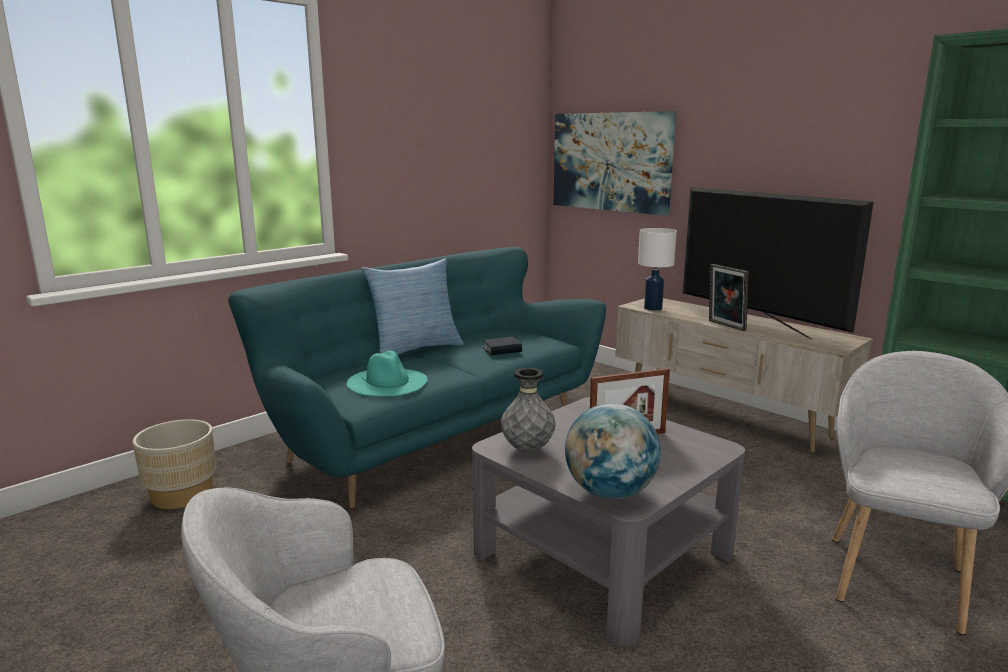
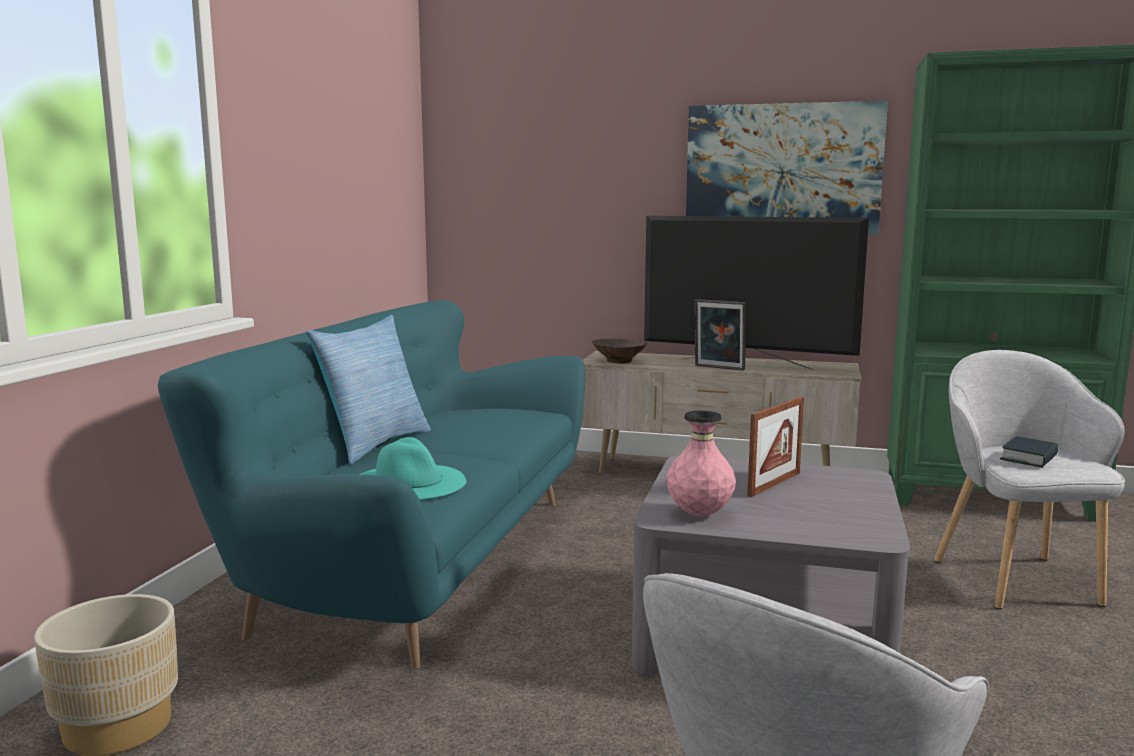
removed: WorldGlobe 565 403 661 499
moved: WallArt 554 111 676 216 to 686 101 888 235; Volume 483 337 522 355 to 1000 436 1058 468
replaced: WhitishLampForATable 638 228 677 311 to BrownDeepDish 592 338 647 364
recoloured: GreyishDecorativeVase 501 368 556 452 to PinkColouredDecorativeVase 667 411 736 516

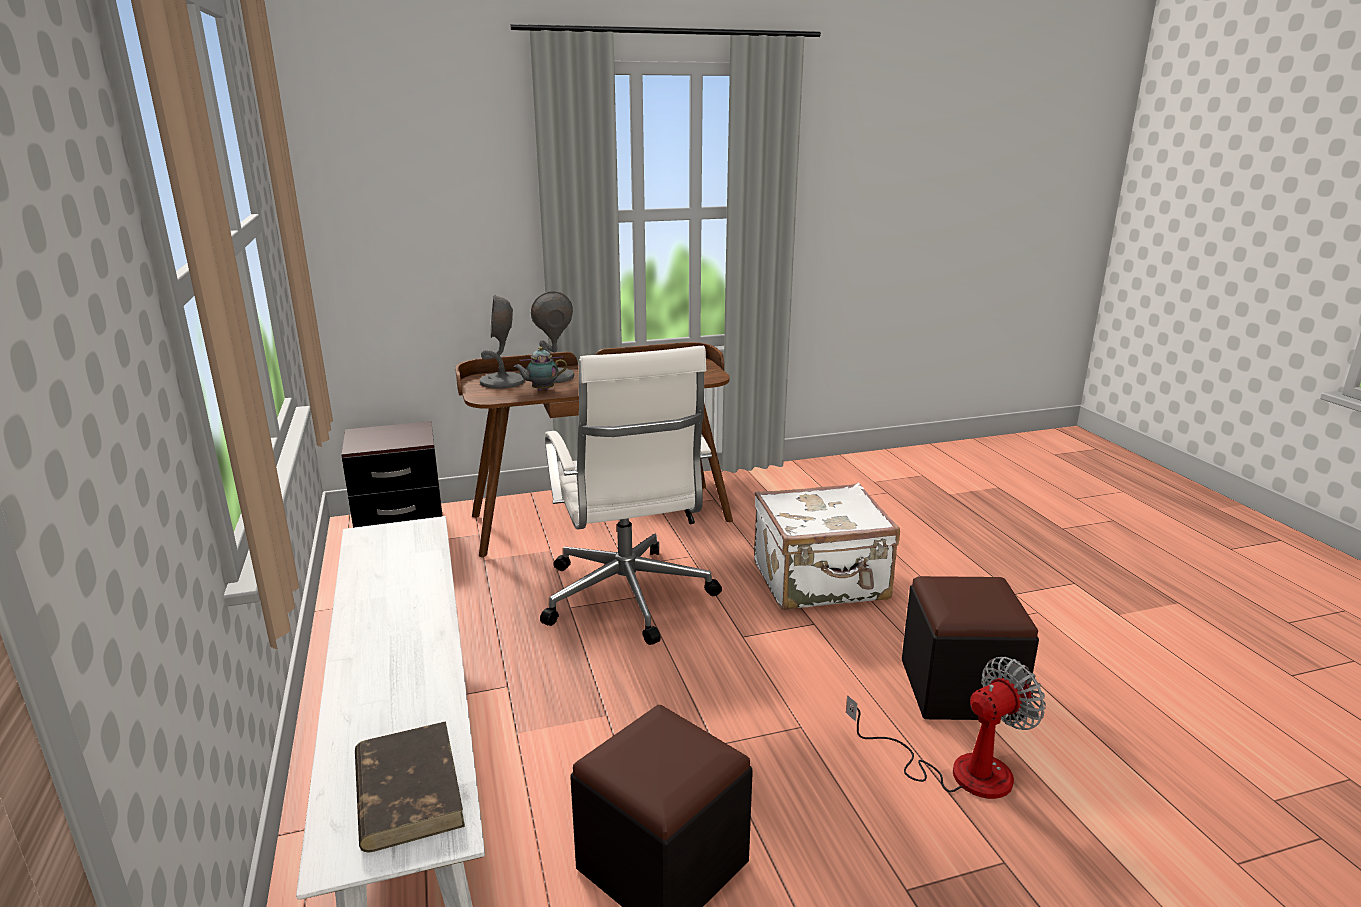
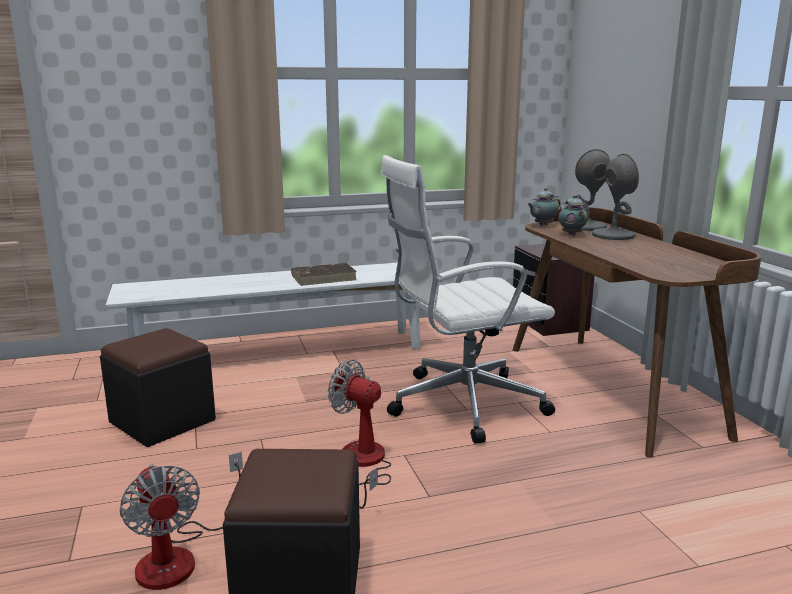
removed: WhitishPieceOfLuggage 754 483 900 610
added: ElectricFan 328 359 391 508; Teapot 527 188 560 226
moved: BrownVolume 355 721 465 853 to 291 263 357 286

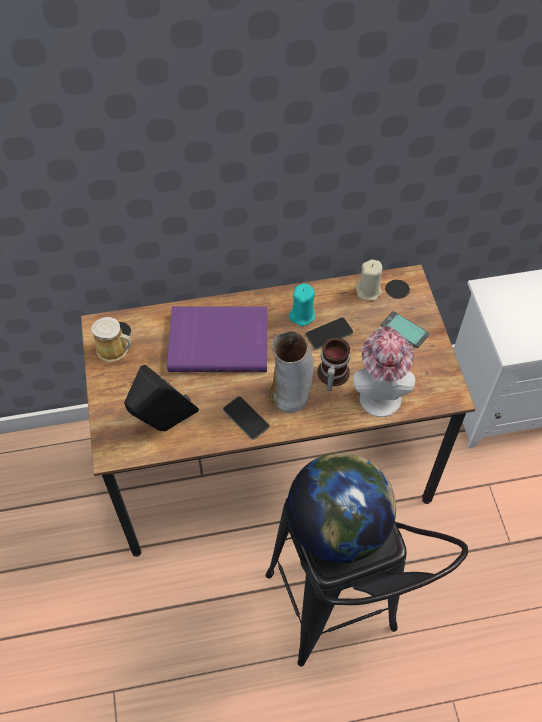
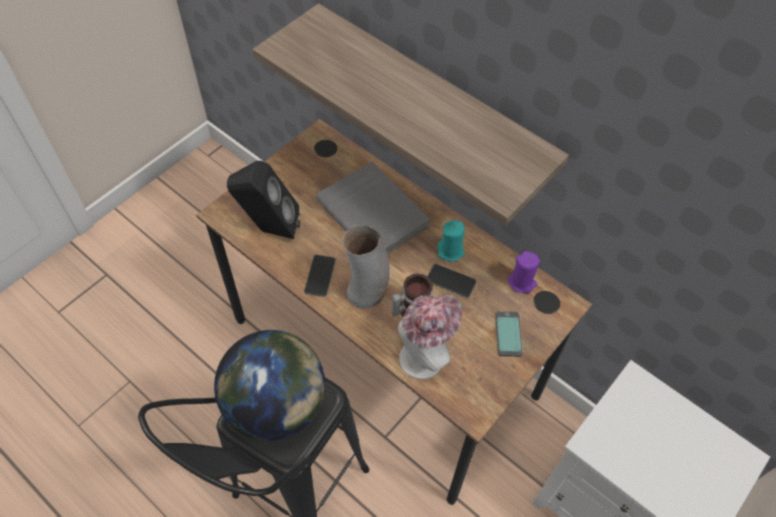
removed: Mug 91 317 131 362
added: WallShelf 253 3 569 226
recoloured: PurpleVolume 167 306 267 372 to GreyishVolume 316 161 431 253; SandColouredCandle 356 260 382 301 to PurpleCandle 507 251 540 294

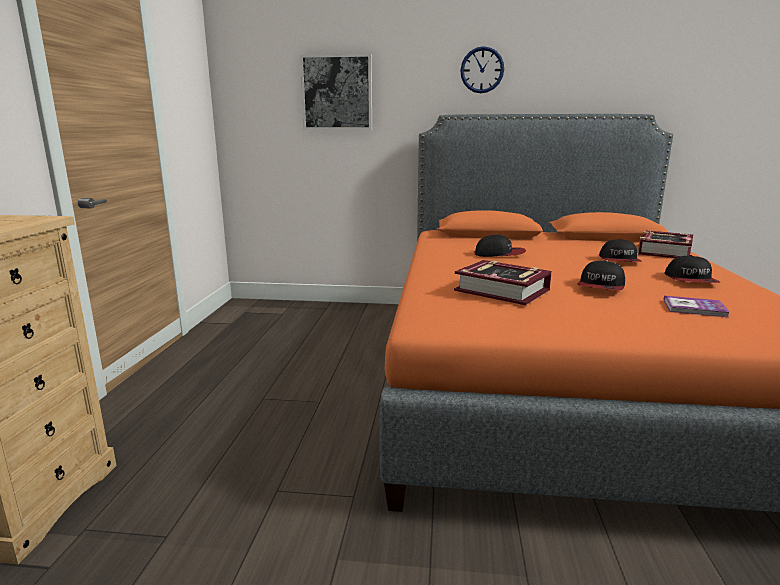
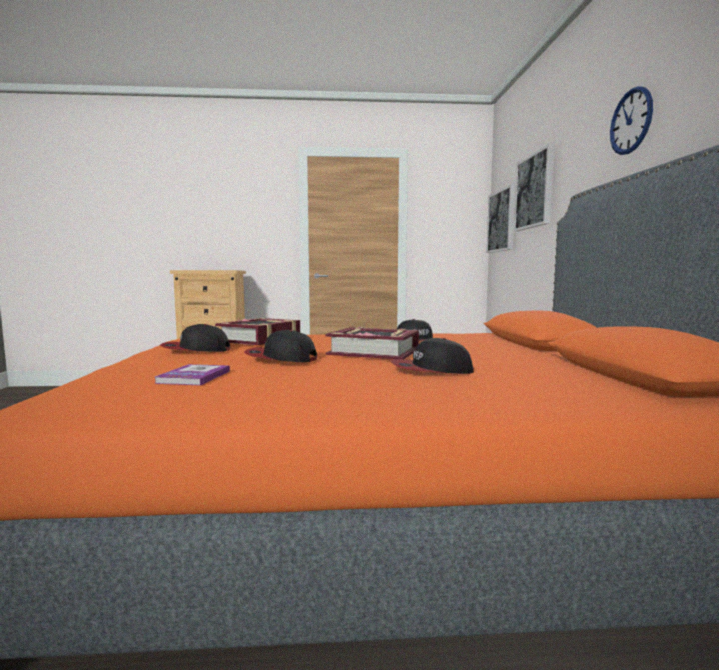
added: WallArt 487 184 515 253
moved: BaseballCap 665 255 721 283 to 160 324 230 352; Volume 638 231 693 258 to 326 327 419 359

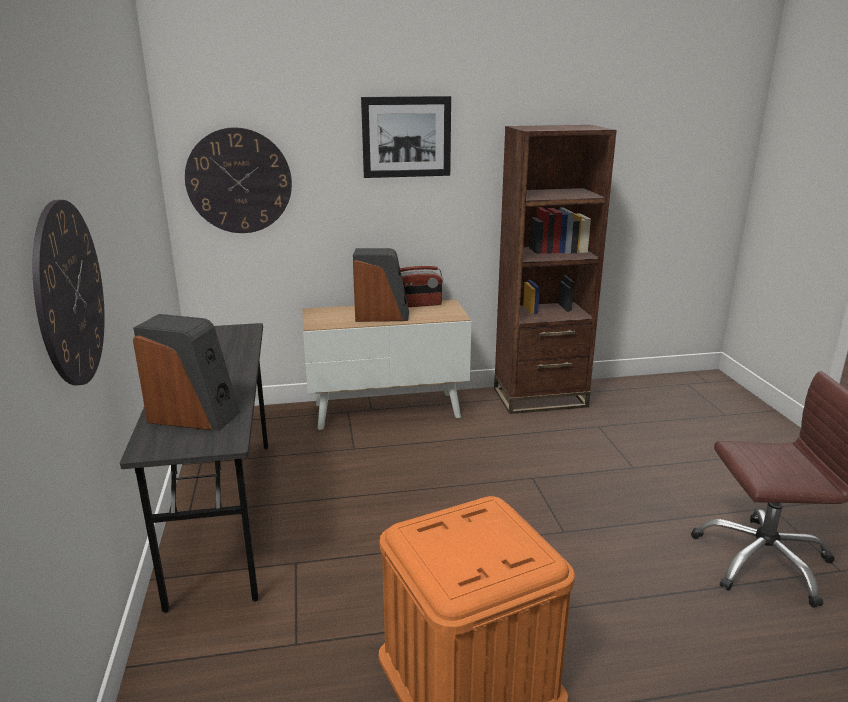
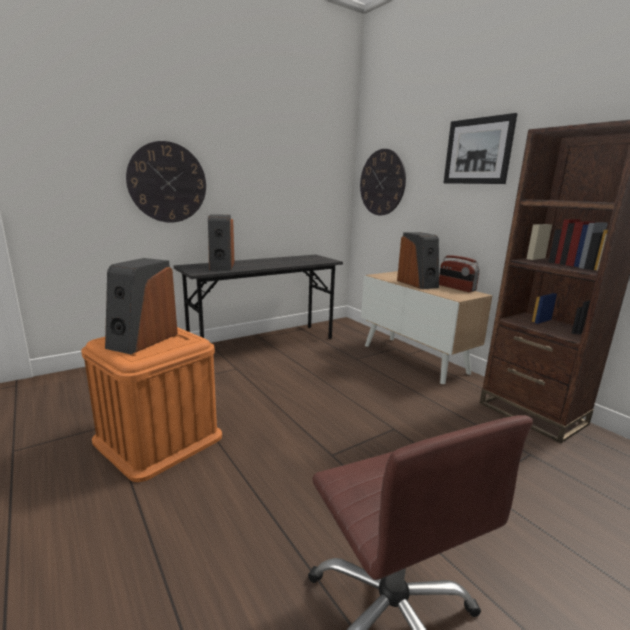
added: AudioSpeaker 105 258 178 354

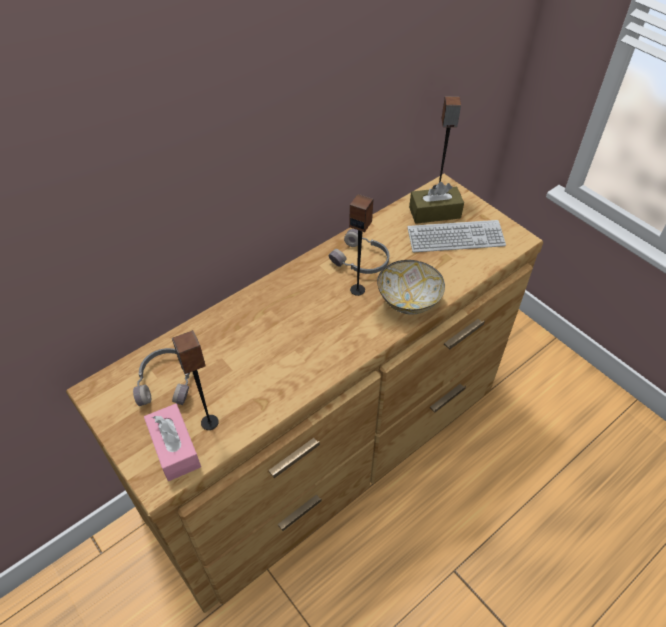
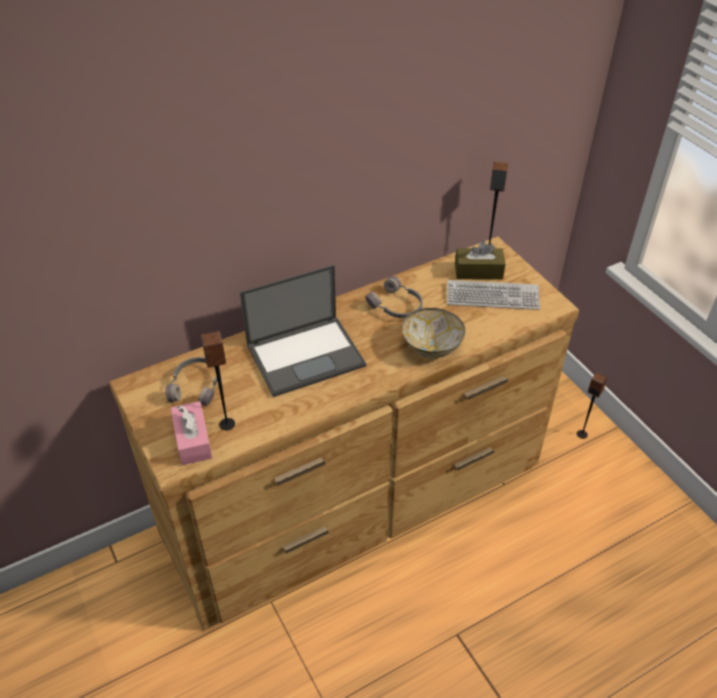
added: NotebookComputer 240 265 366 397
moved: AudioSpeaker 349 194 374 296 to 577 372 608 439

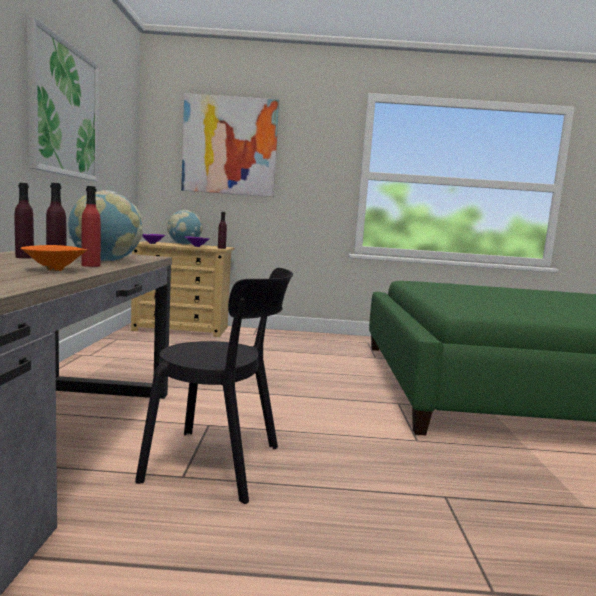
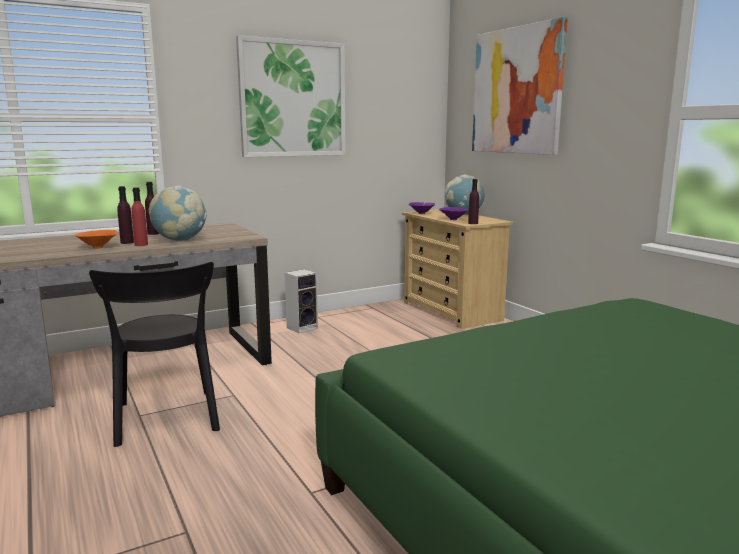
added: AudioSpeaker 285 269 318 333

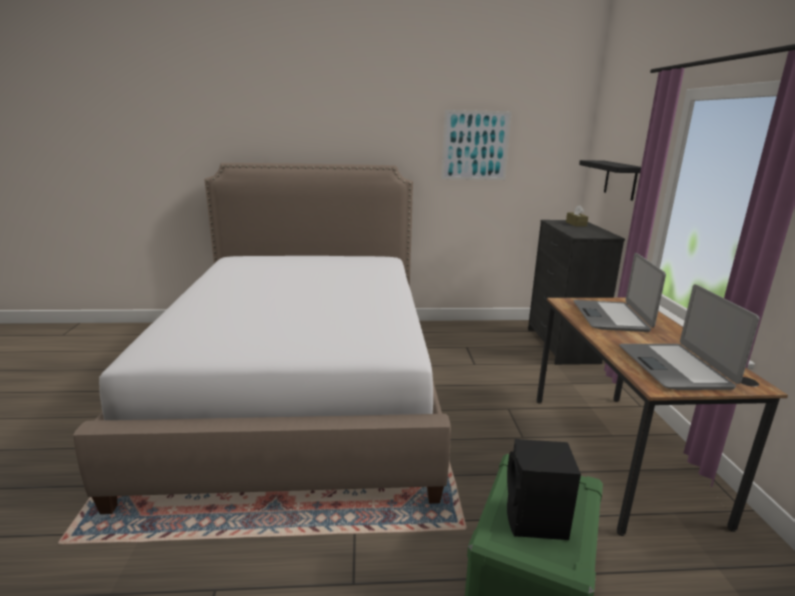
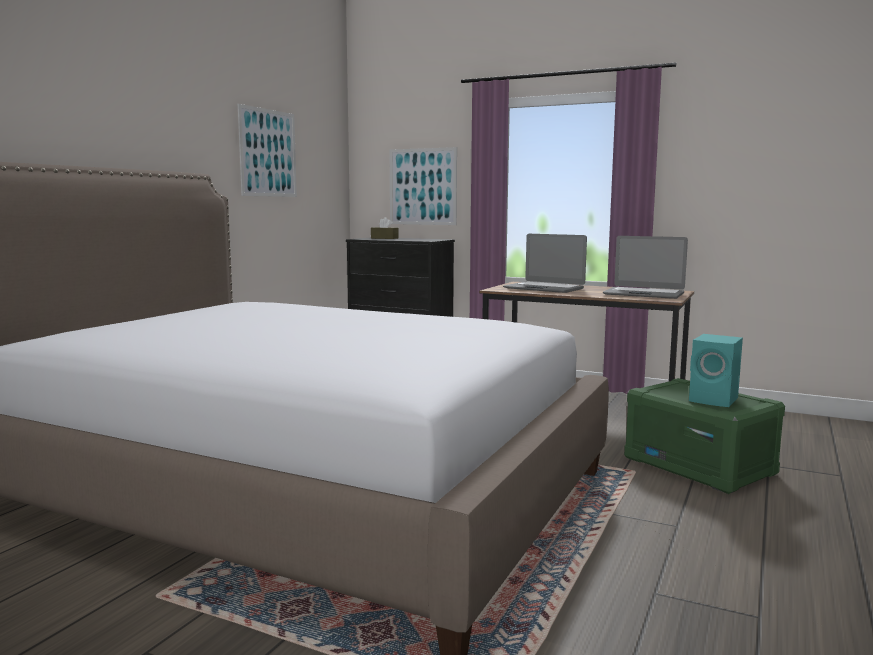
replaced: BlackWallShelf 579 160 641 201 to WallArt 389 147 457 225
recoloured: BlackAudioSpeaker 507 439 581 540 to TurquoiseAudioSpeaker 689 334 743 407

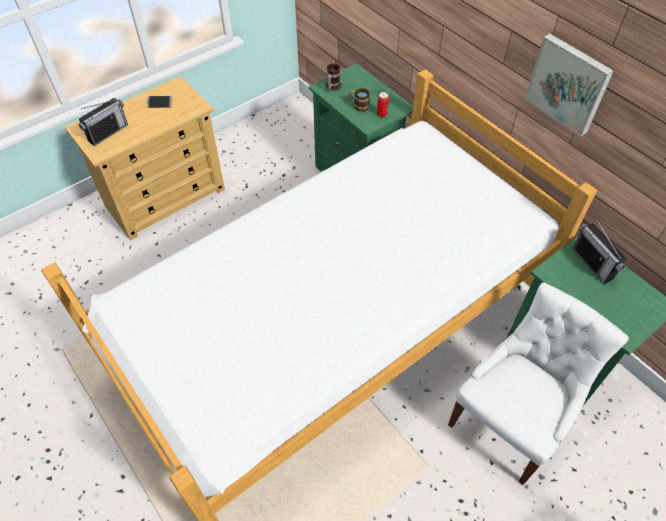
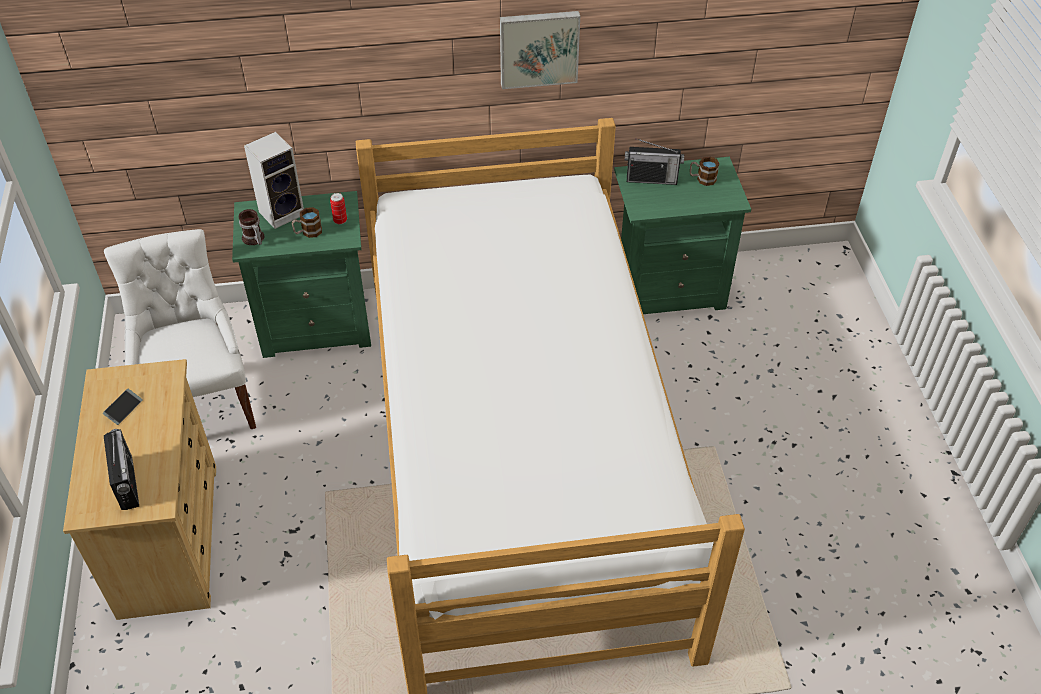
added: AudioSpeaker 244 132 304 229; Mug 690 156 720 186
moved: WhitishUprightChair 448 283 629 485 to 104 229 256 429

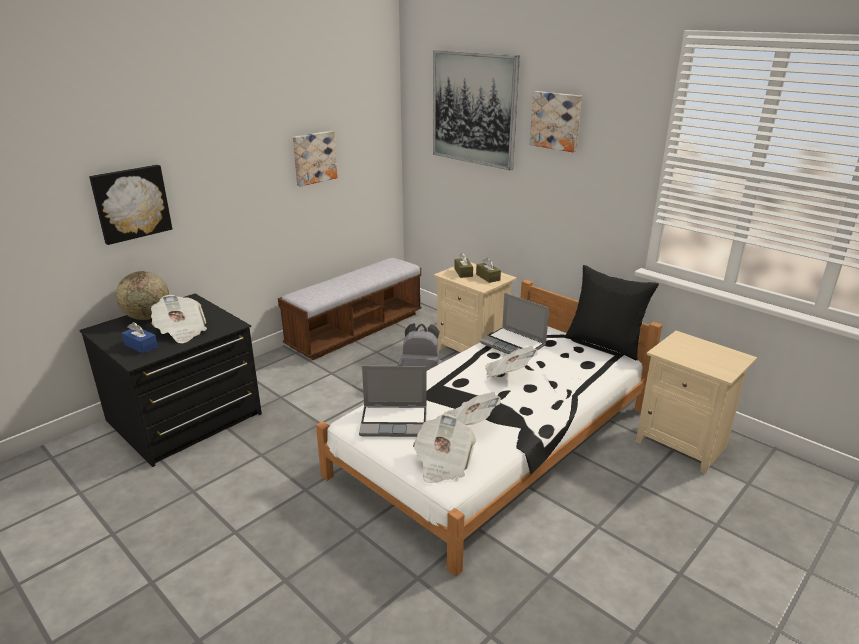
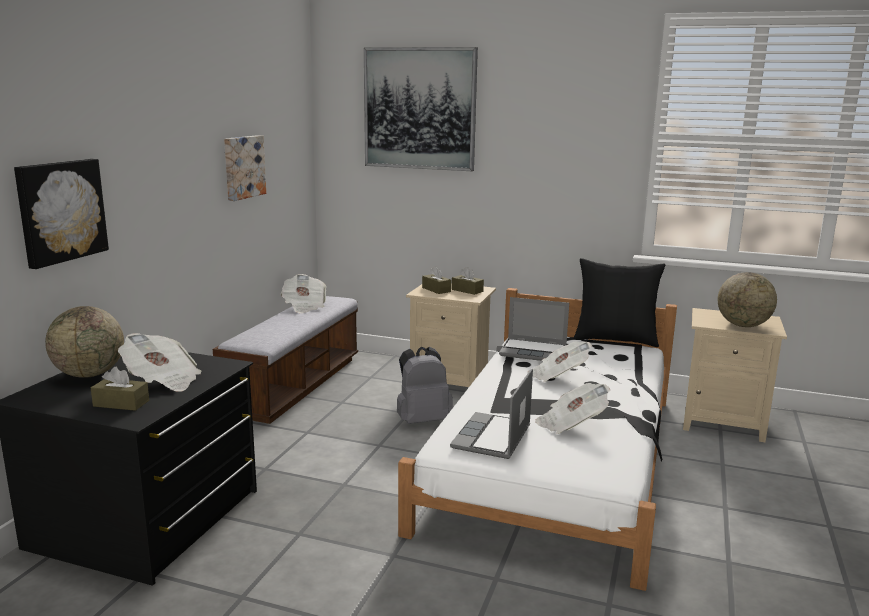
removed: WallArt 530 91 582 152
added: WorldGlobe 718 272 777 327
moved: DailyPaper 413 414 476 483 to 281 274 327 313
recoloured: BlueTissueHolder 122 322 158 354 to BrownTissueHolder 91 367 149 411
turned: NotebookComputer 359 366 427 437 = 450 368 533 459 135 degrees clockwise

